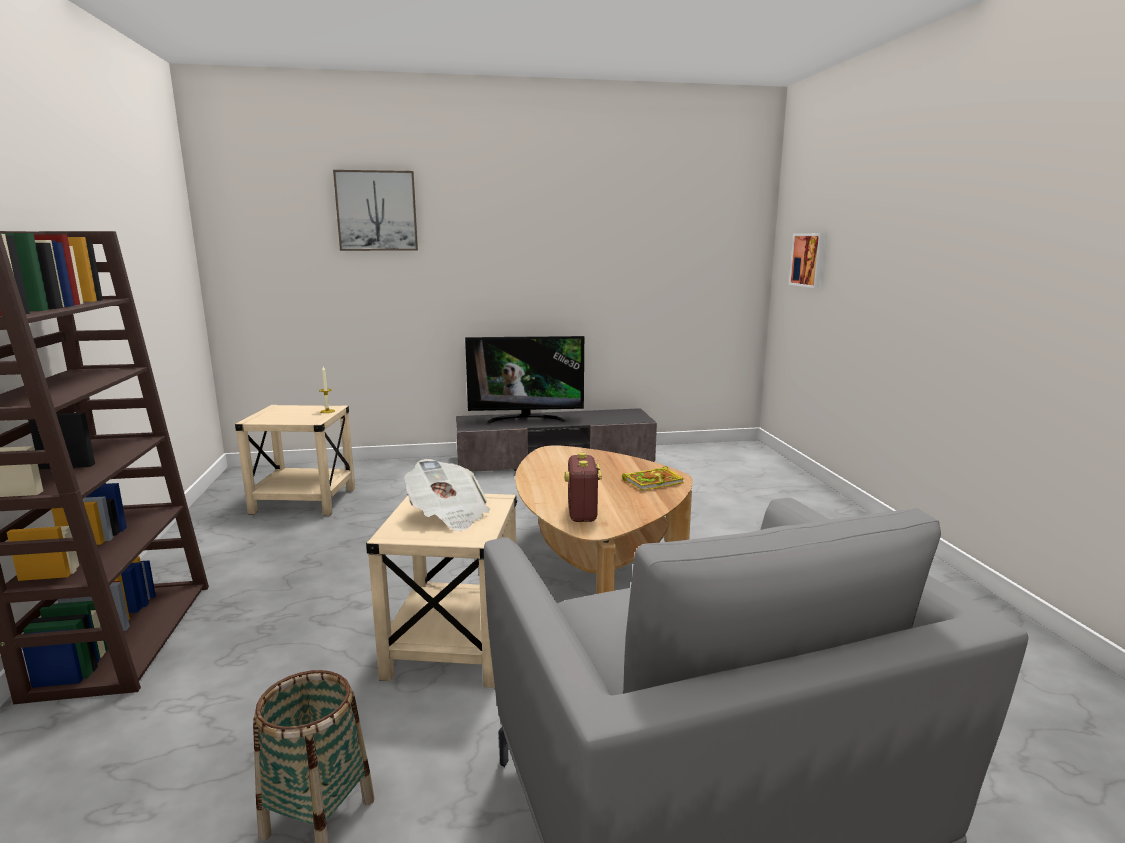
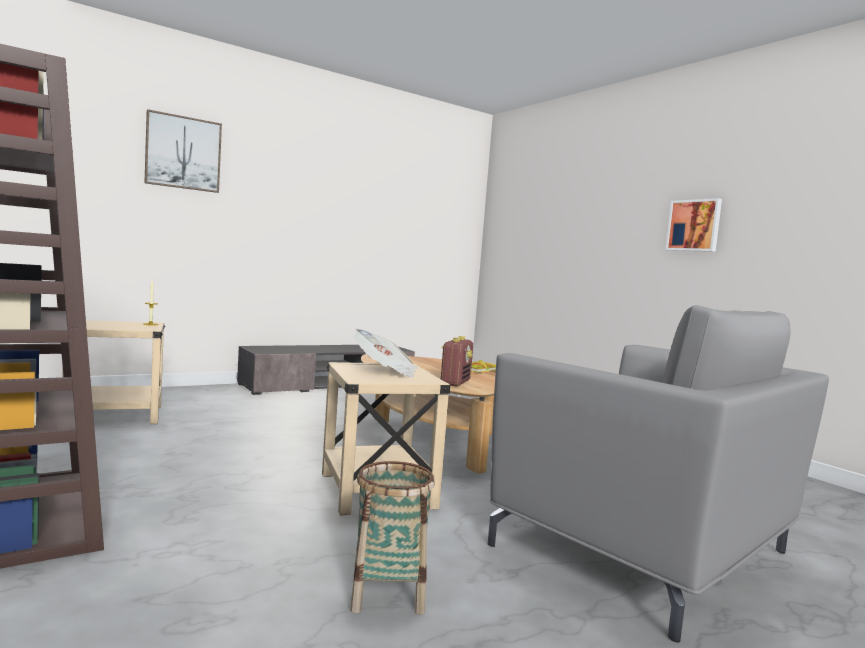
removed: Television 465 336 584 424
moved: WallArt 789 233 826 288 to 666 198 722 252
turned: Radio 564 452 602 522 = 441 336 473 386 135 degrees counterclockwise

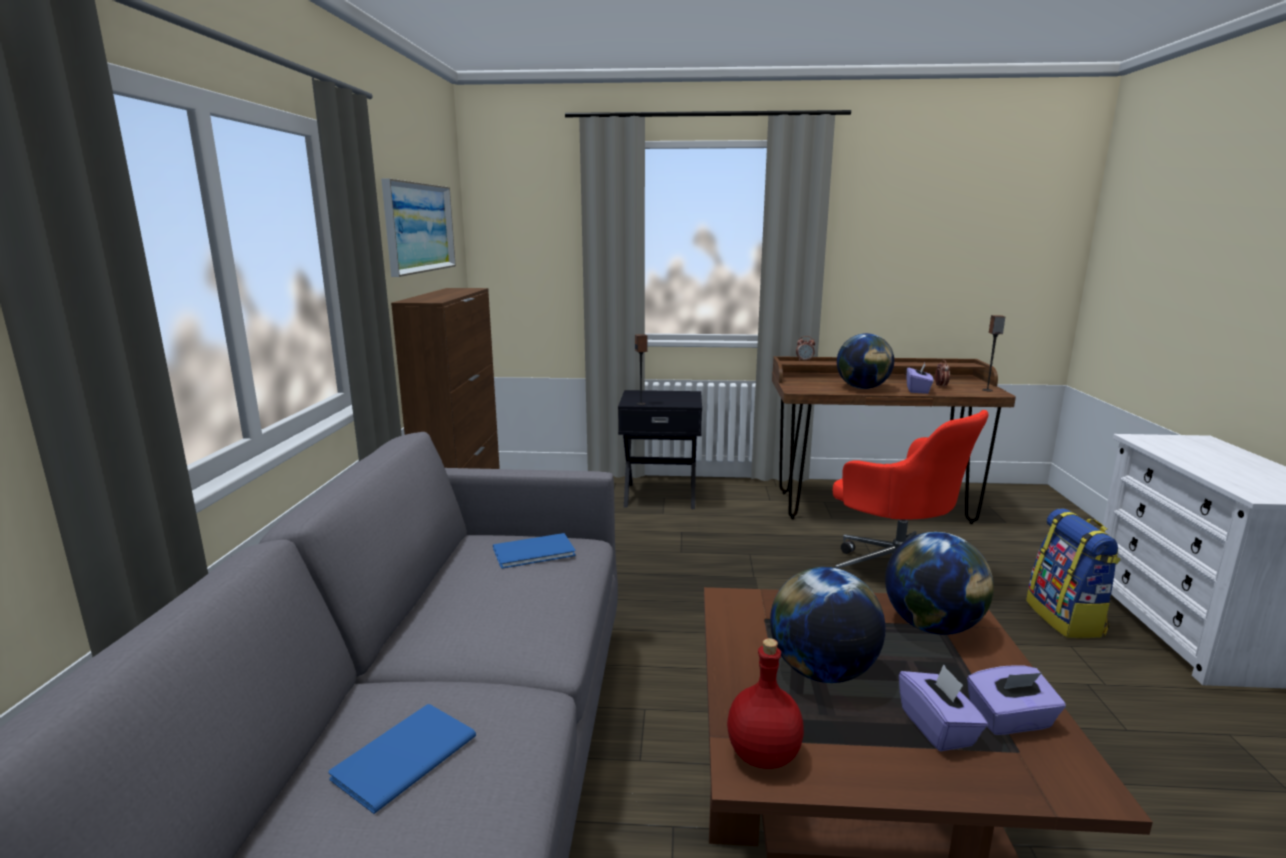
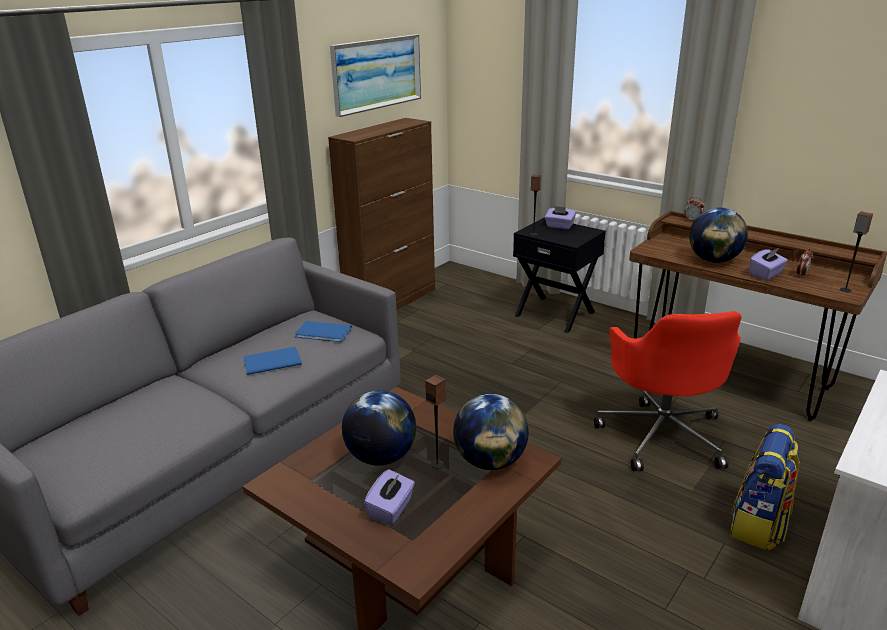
removed: RedBeverageBottle 727 638 804 769
added: AudioSpeaker 425 375 446 469
moved: BlueVolume 328 704 476 814 to 243 347 302 375; PurpleTissueHolder 967 665 1066 735 to 545 206 576 229

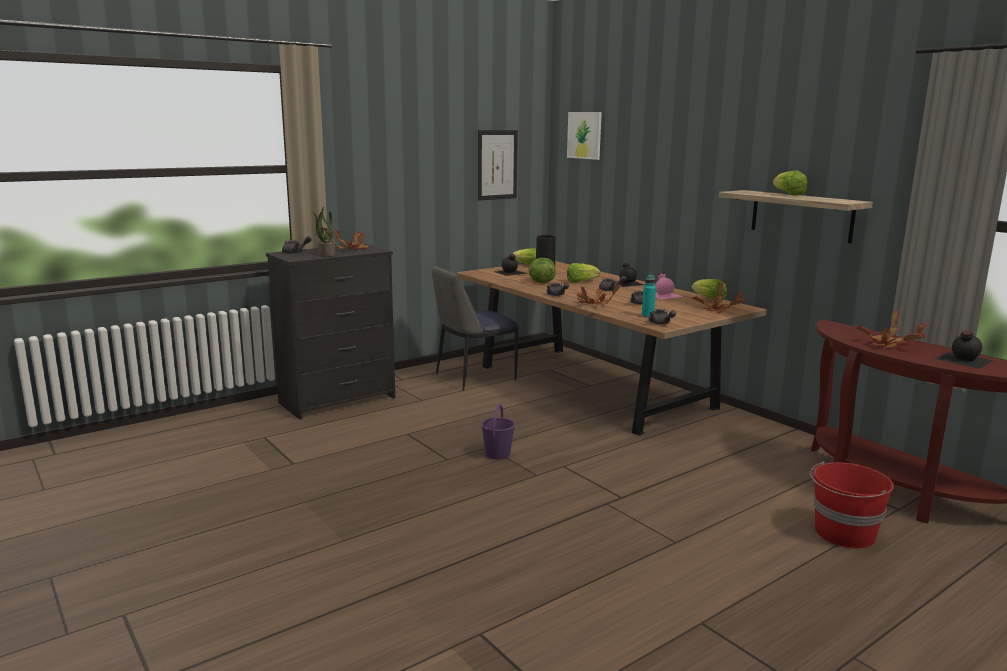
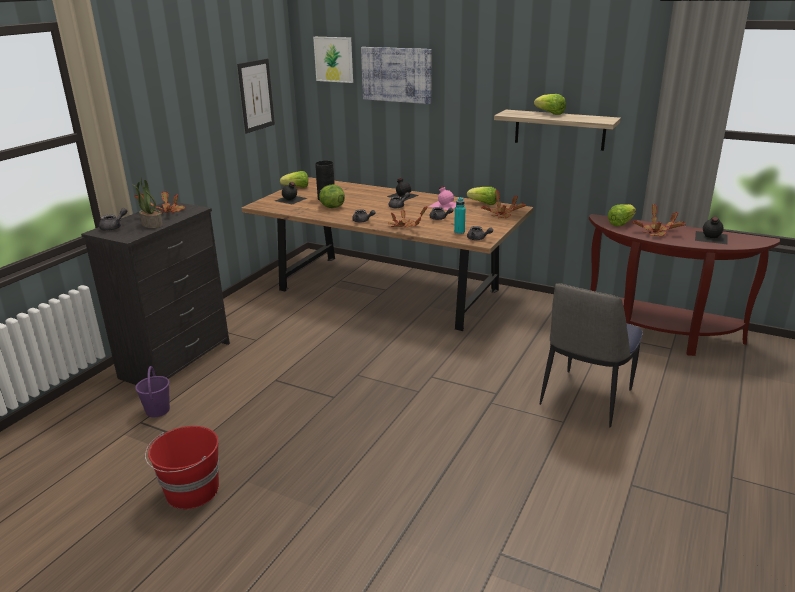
added: WallArt 361 47 432 104
moved: PurpleBucket 481 404 515 460 to 135 366 170 417; RedBucket 810 461 894 549 to 145 426 219 509; UprightChair 432 266 518 390 to 540 283 643 427; Lettuce 567 263 600 283 to 608 204 636 226

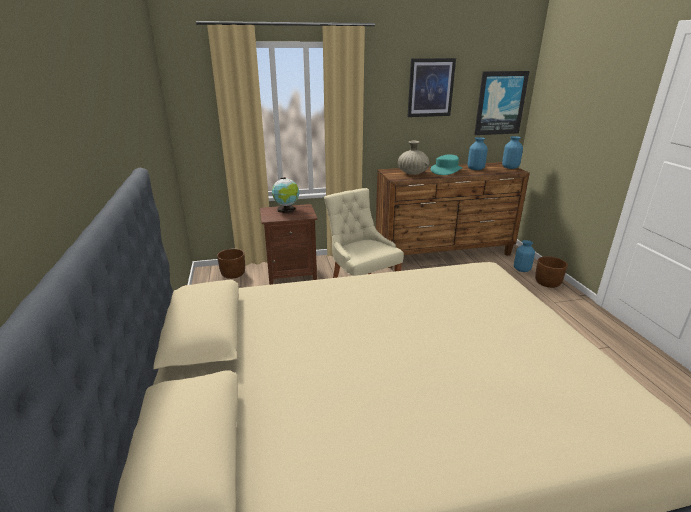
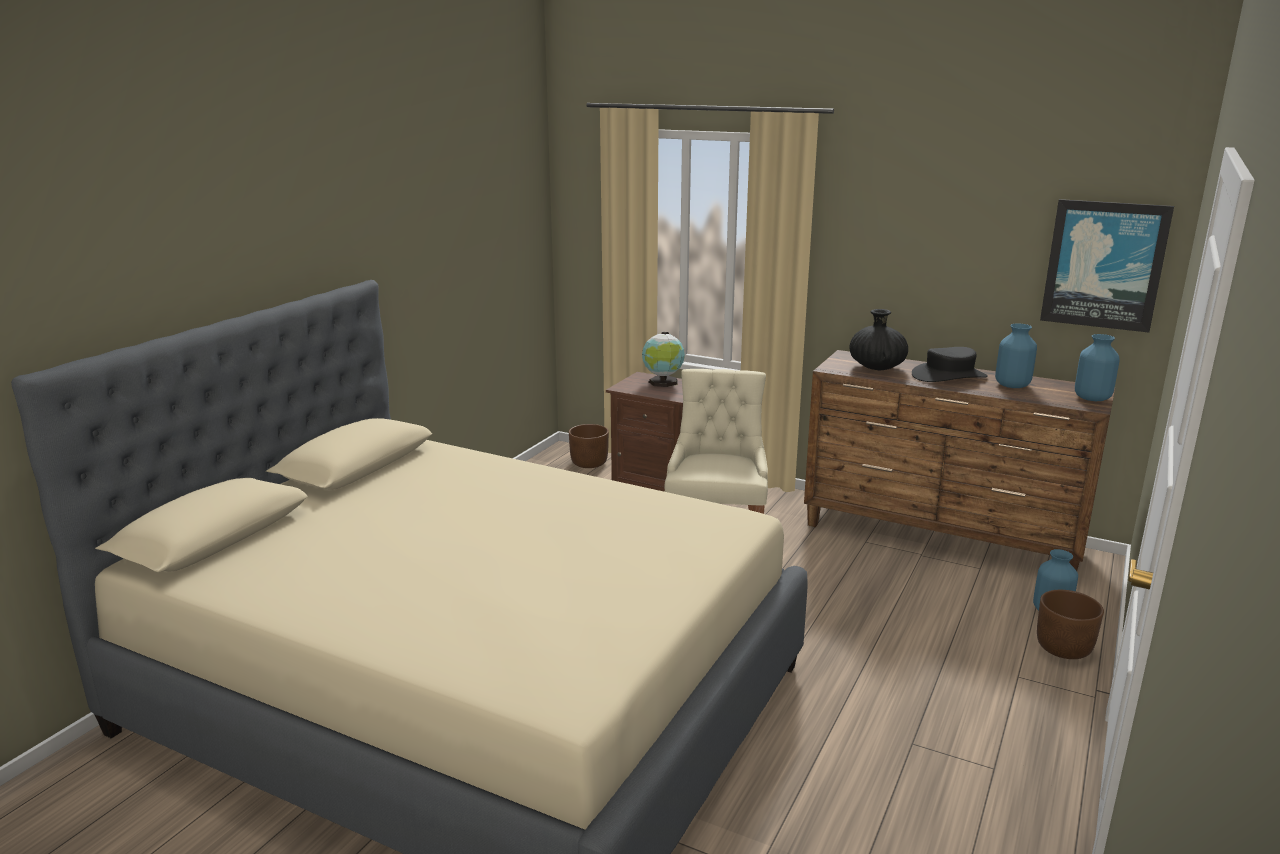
removed: WallArt 407 58 456 117
recoloured: SandColouredDecorativeVase 398 141 430 175 to BlackDecorativeVase 849 309 908 370; TurquoiseHat 431 154 463 175 to BlackHat 912 347 988 382

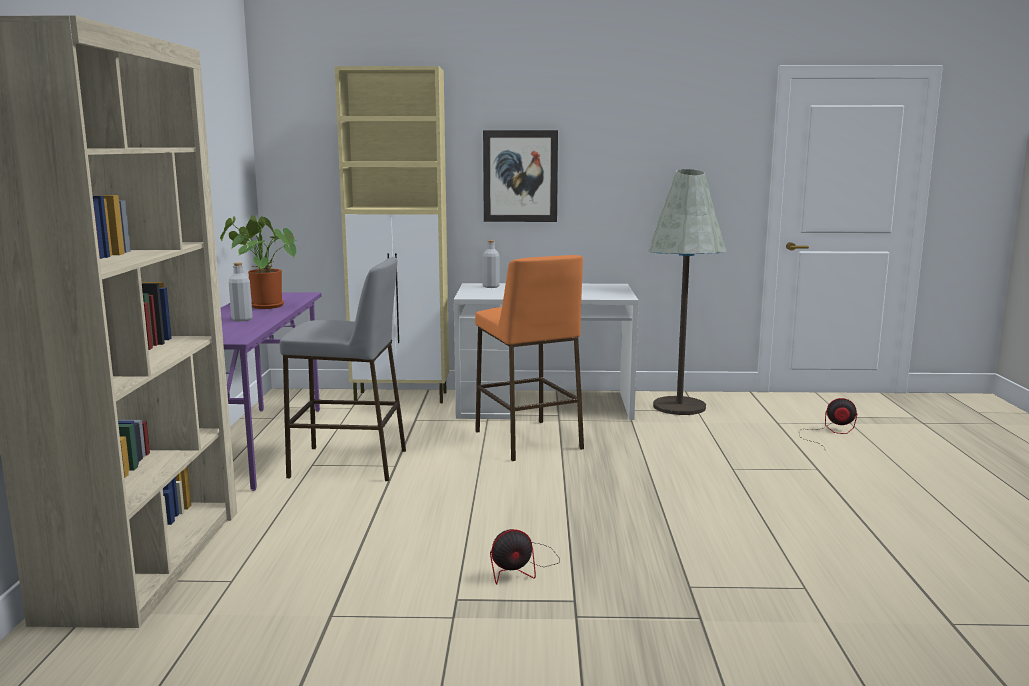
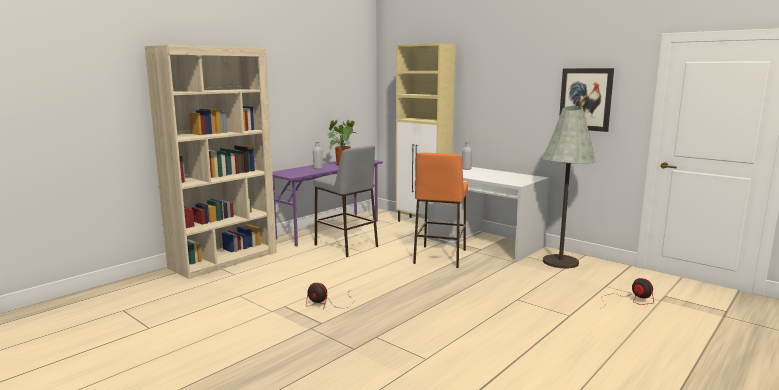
moved: WallArt 483 130 558 222 to 559 68 614 132

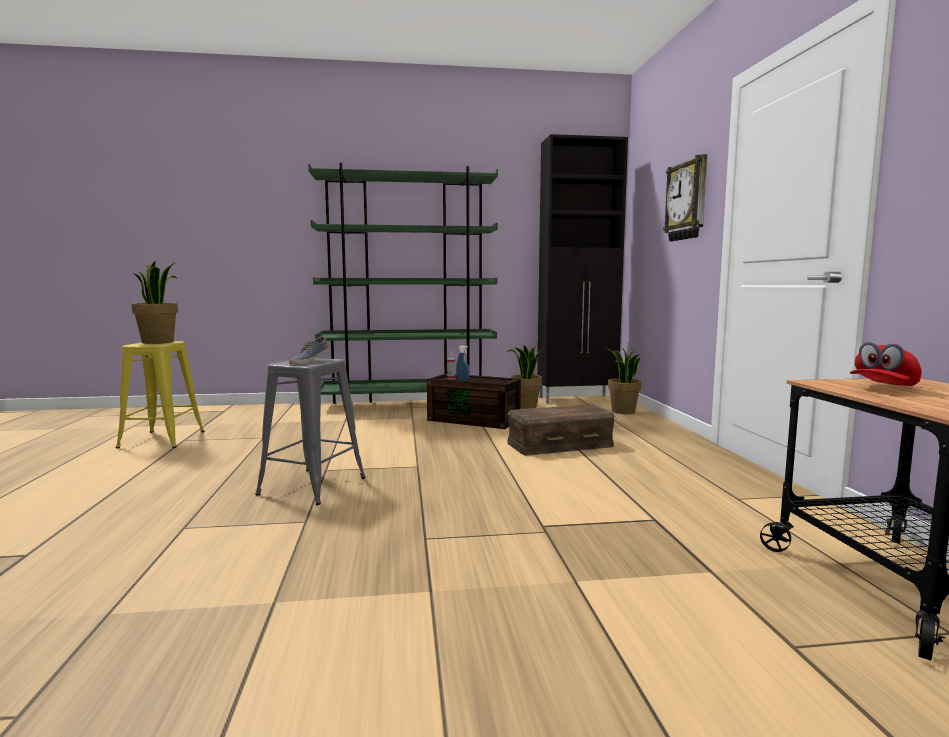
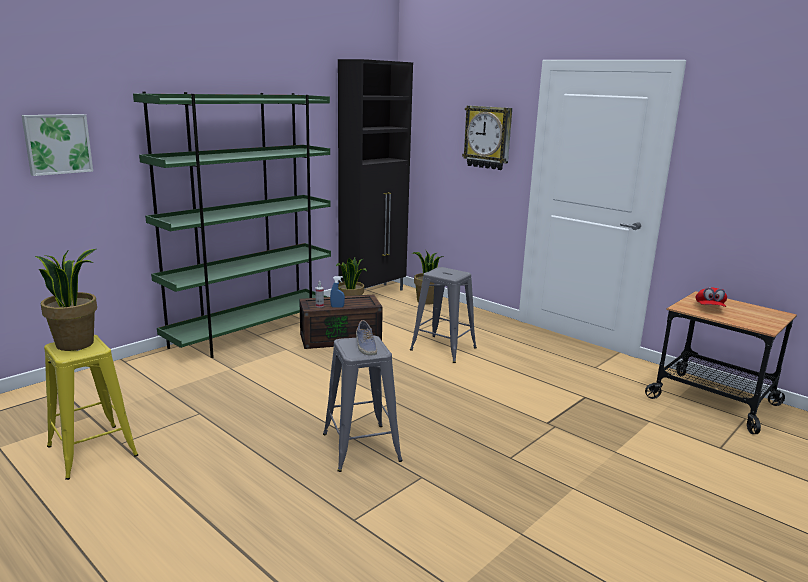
added: WallArt 21 114 93 176
replaced: BrownStorageBox 507 405 615 455 to GreyishStool 410 267 477 363

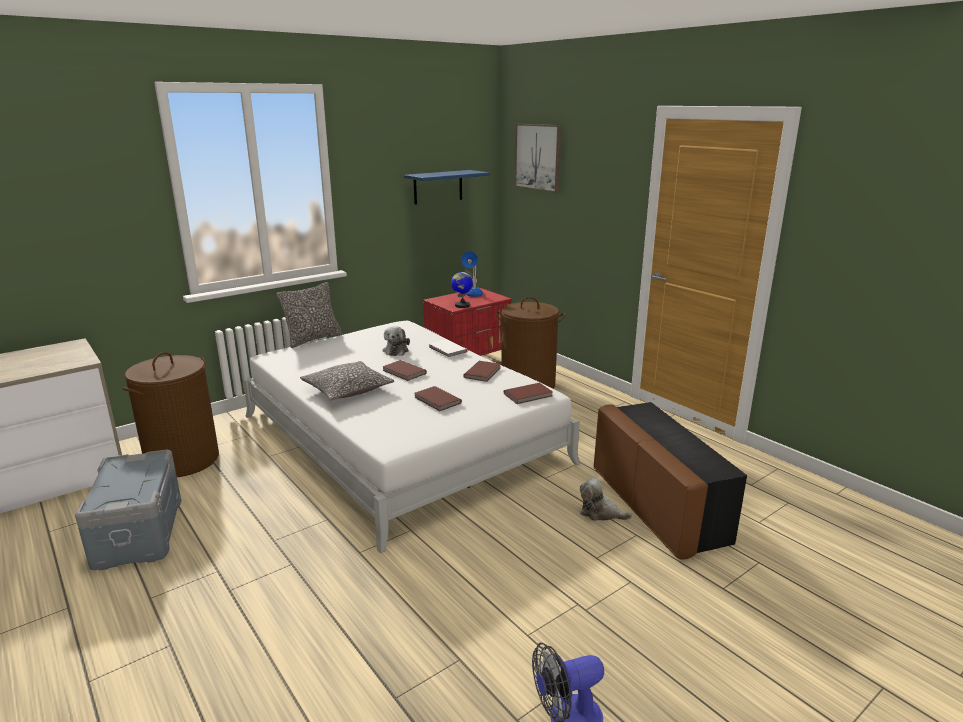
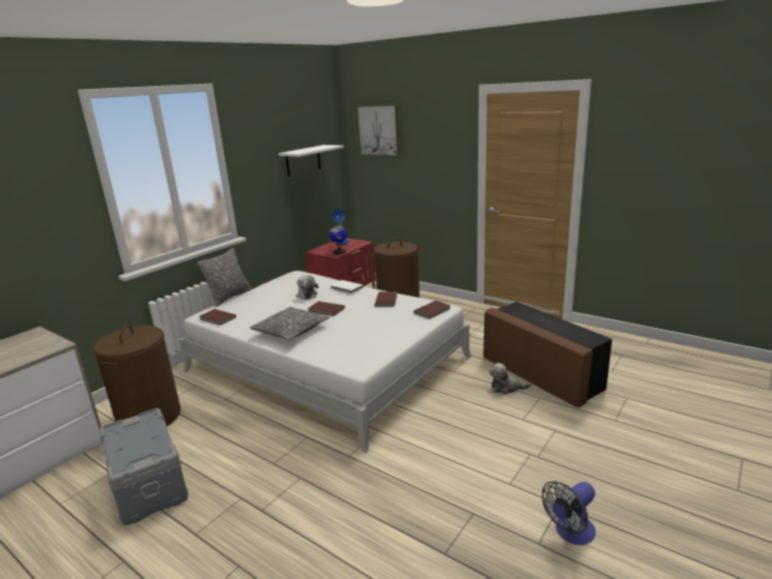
moved: BrownVolume 414 386 462 411 to 200 309 236 325
recoloured: BlueWallShelf 404 170 490 205 to WhitishWallShelf 278 145 344 177

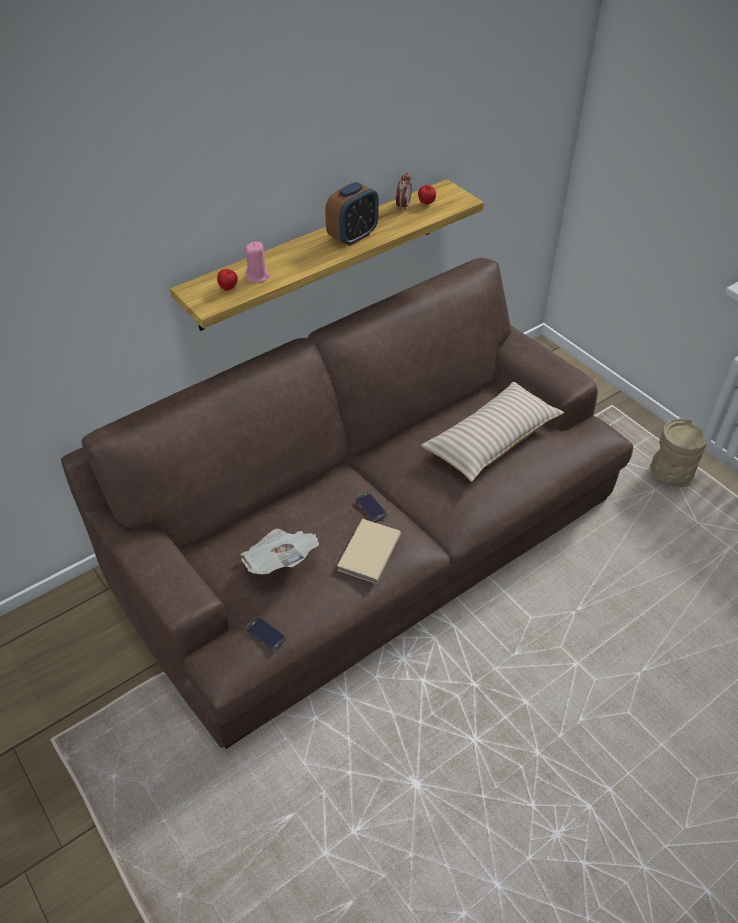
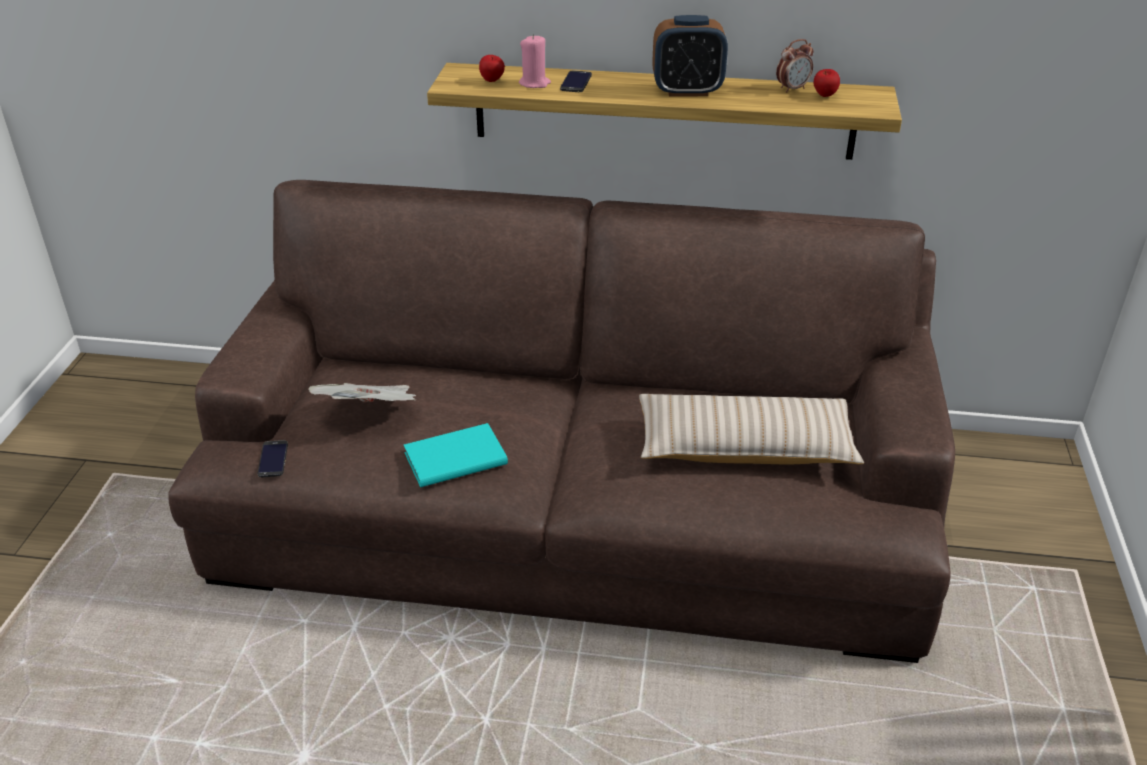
removed: SandColouredDecorativeVase 651 418 708 487
moved: Phone 355 492 387 522 to 560 70 592 92
recoloured: SandColouredVolume 337 519 401 583 to TurquoiseVolume 404 423 508 487

